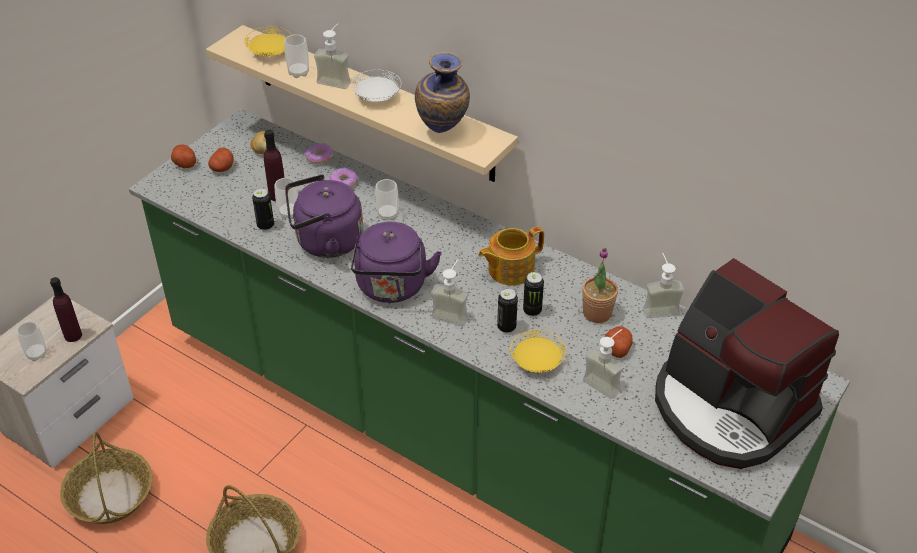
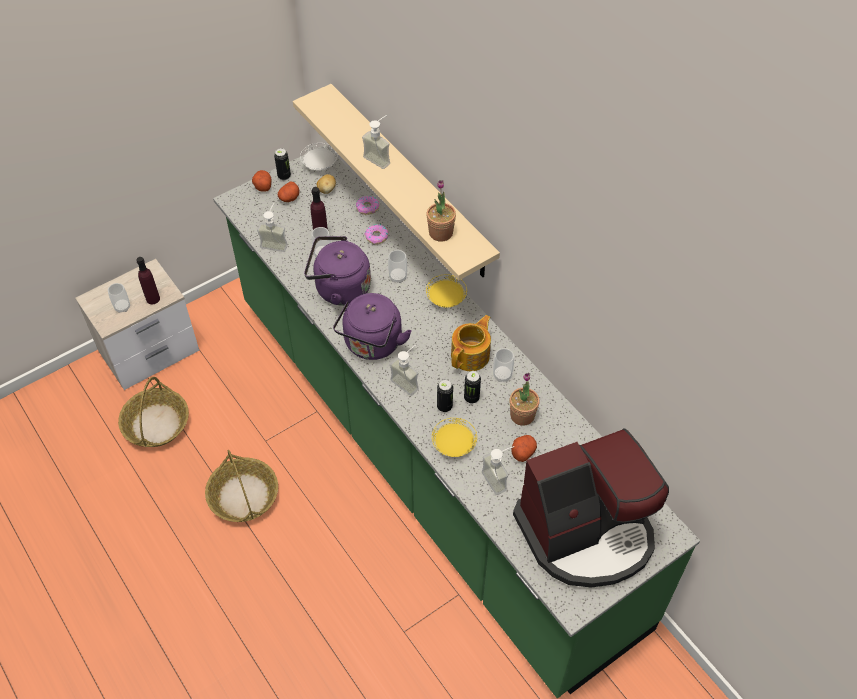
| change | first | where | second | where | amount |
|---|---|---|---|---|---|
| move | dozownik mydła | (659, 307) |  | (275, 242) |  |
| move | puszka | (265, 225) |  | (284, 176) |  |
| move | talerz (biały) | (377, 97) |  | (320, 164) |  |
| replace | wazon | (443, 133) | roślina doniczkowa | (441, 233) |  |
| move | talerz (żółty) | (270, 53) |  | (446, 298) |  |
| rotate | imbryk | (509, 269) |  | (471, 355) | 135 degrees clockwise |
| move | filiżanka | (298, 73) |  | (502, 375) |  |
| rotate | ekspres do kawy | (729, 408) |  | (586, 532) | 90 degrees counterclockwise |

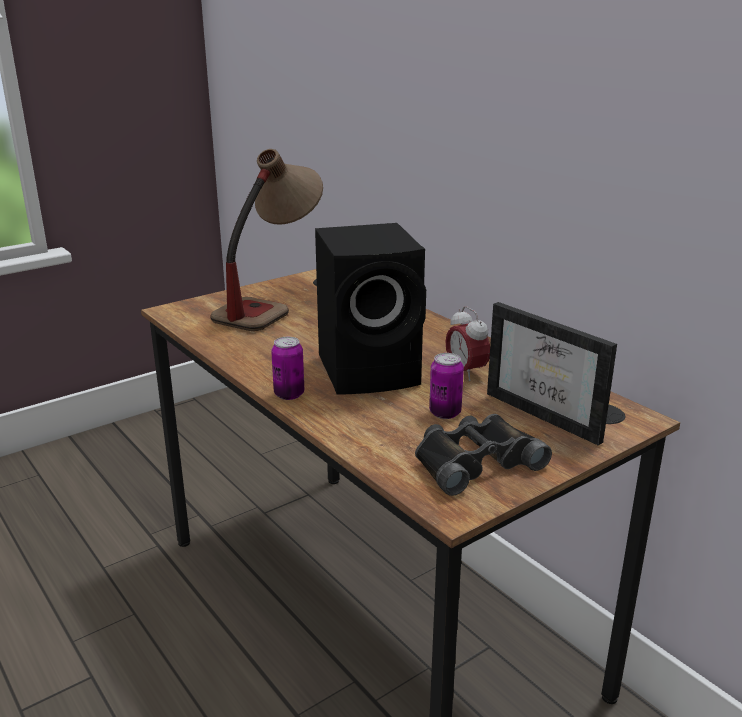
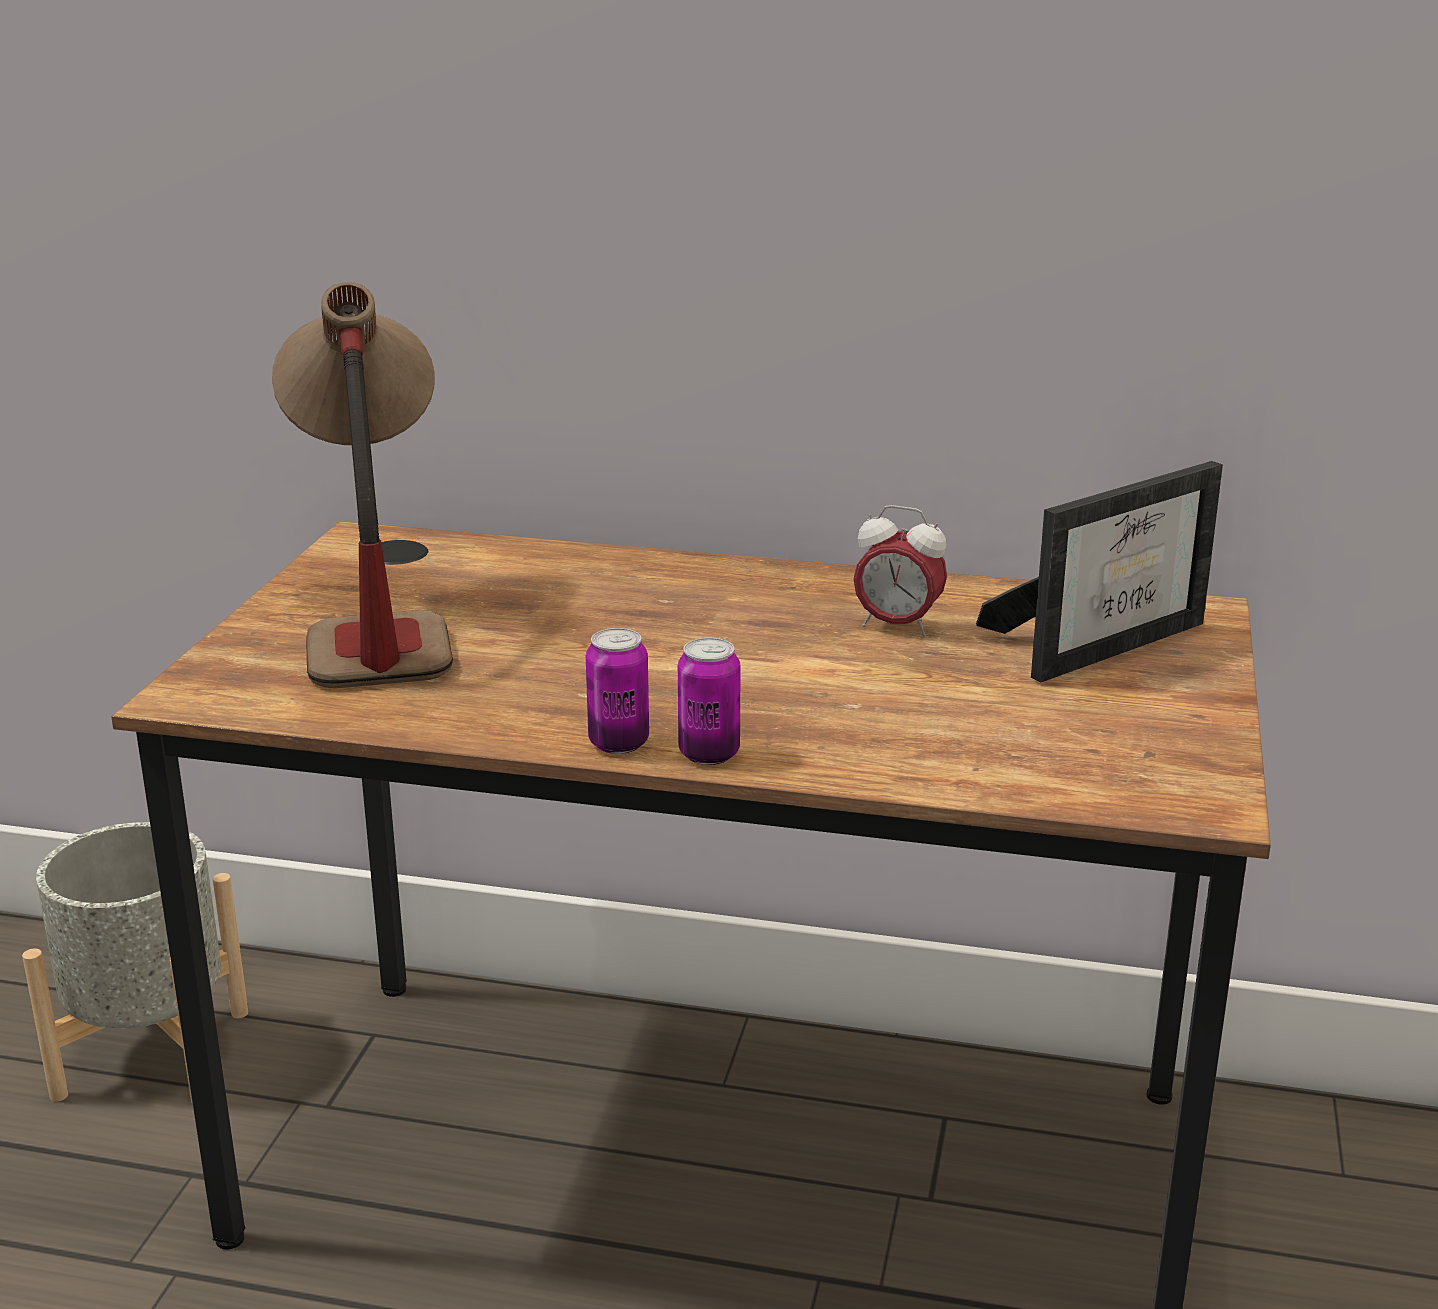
| change | first | where | second | where | amount |
|---|---|---|---|---|---|
| insert |  |  | donica (szary) | (151, 1053) |  |
| move | puszka | (445, 413) |  | (619, 743) |  |
| rotate | ramka na zdjęcie | (552, 414) |  | (1104, 641) | 45 degrees counterclockwise |
| delete | głośnik (czarny) | (372, 370) |  |  |  |
| delete | lornetka (czarny) | (474, 461) |  |  |  |

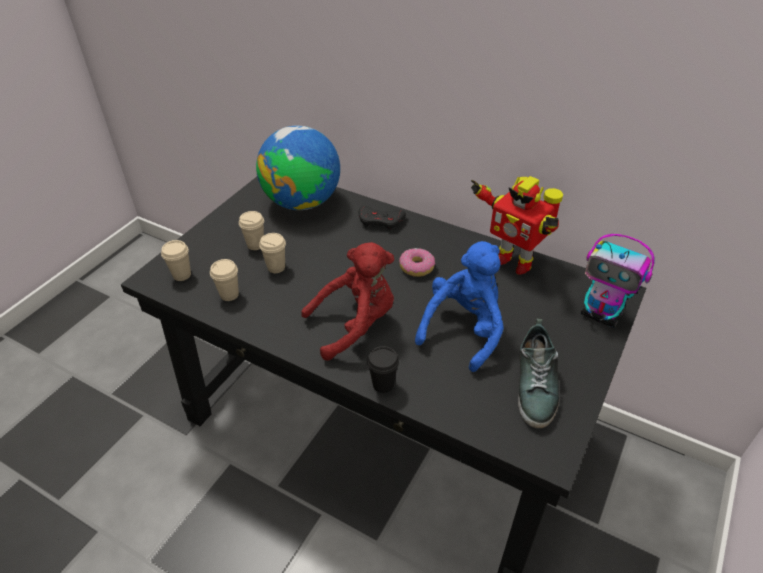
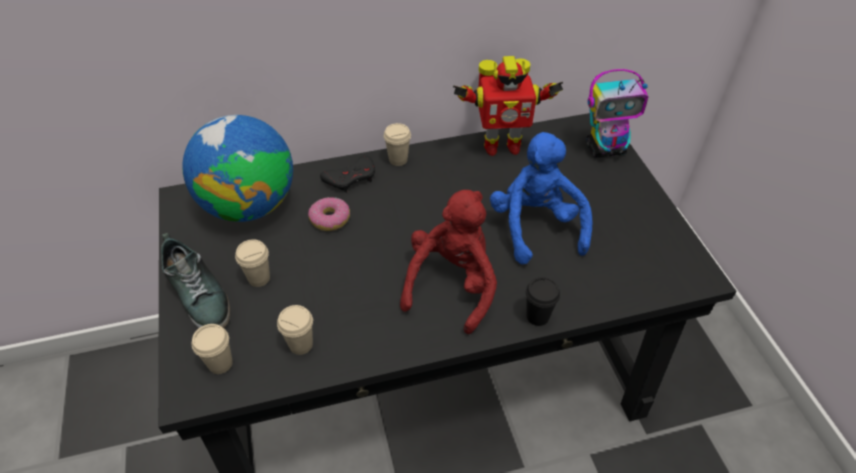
| change | first | where | second | where | amount |
|---|---|---|---|---|---|
| move | but | (536, 385) |  | (199, 294) |  |
| move | donut | (417, 267) |  | (330, 219) |  |
| move | filiżanka (beżowy) | (276, 267) |  | (398, 160) |  |

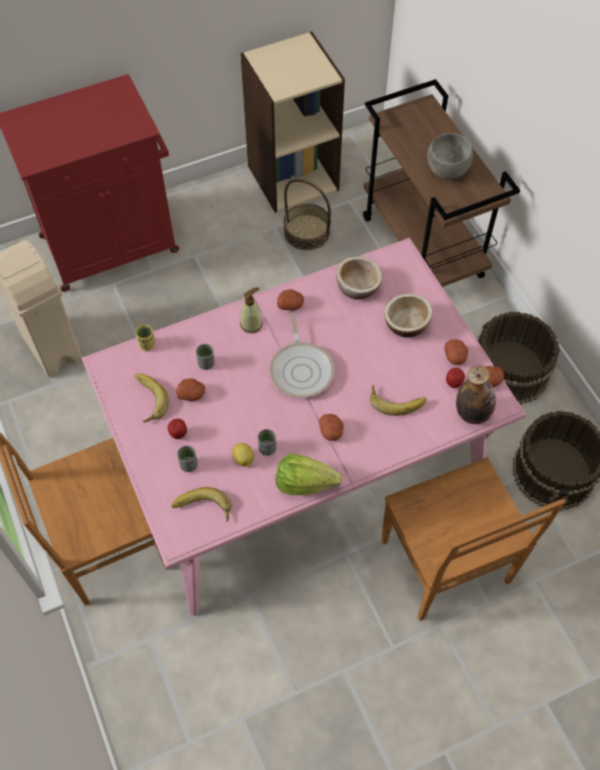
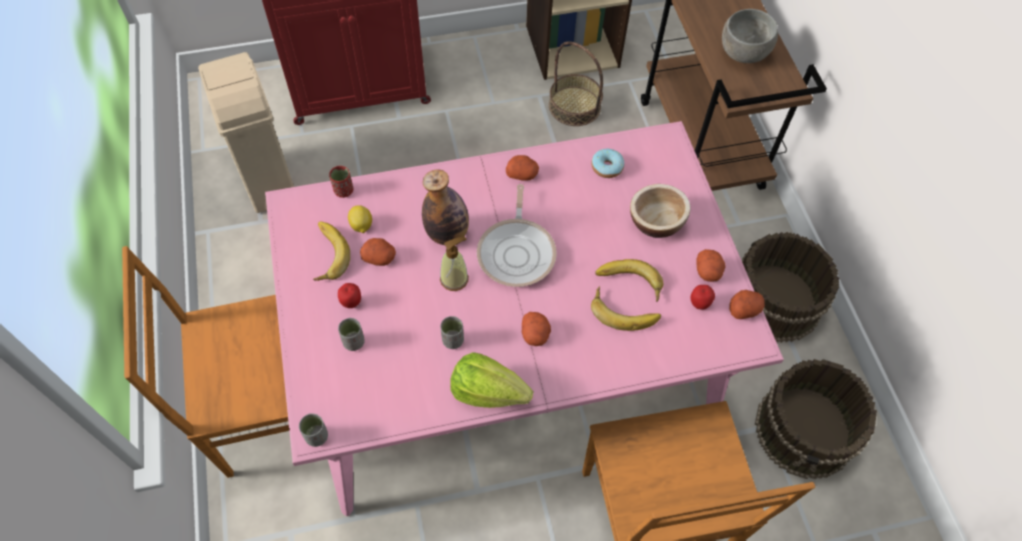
| change | first | where | second | where | amount |
|---|---|---|---|---|---|
| move | filiżanka (szary) | (206, 363) |  | (317, 436) |  |
| recolor | filiżanka (żółty) | (147, 345) | filiżanka (czerwony) | (343, 190) |  |
| move | cytryna | (244, 460) |  | (361, 226) |  |
| move | butelka | (472, 413) |  | (447, 233) |  |
| move | dozownik mydła | (251, 324) |  | (454, 279) |  |
| replace | miska | (357, 287) | donut | (607, 167) |  |
| move | banan | (202, 509) |  | (628, 284) |  |

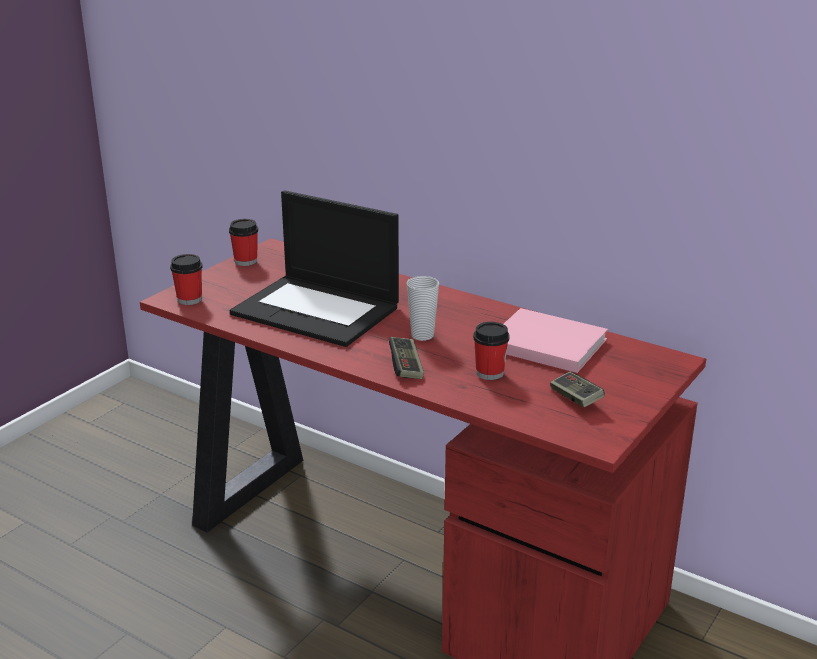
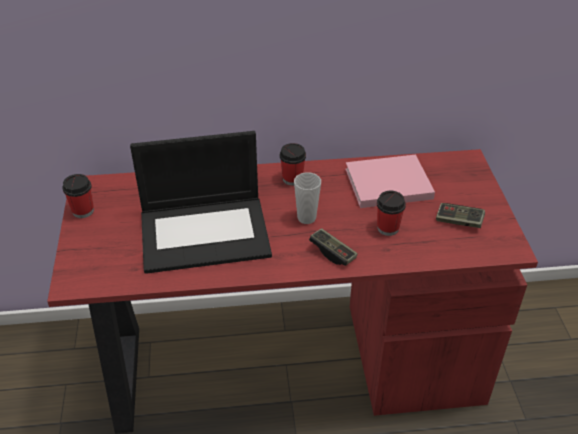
| change | first | where | second | where | amount |
|---|---|---|---|---|---|
| move | filiżanka | (189, 299) |  | (292, 179) |  |

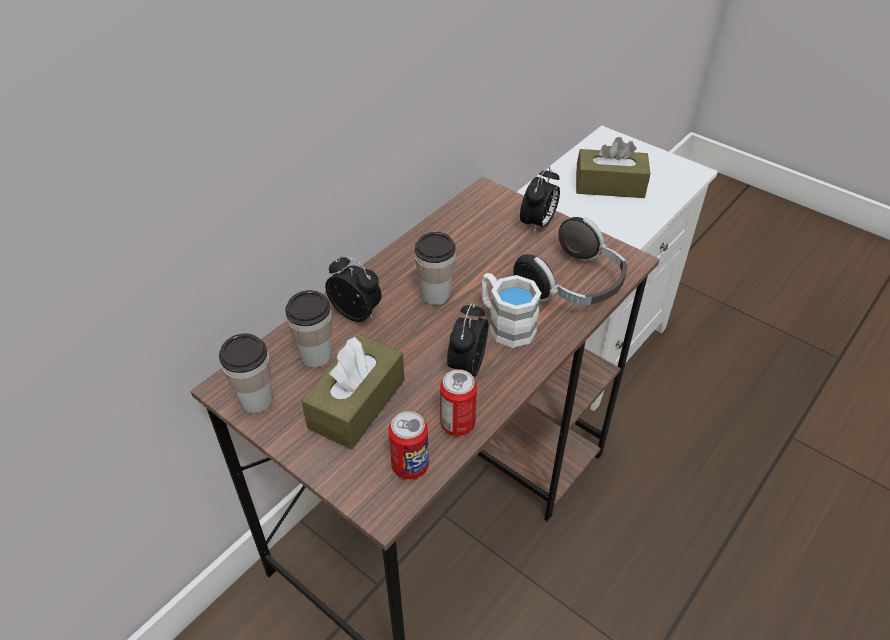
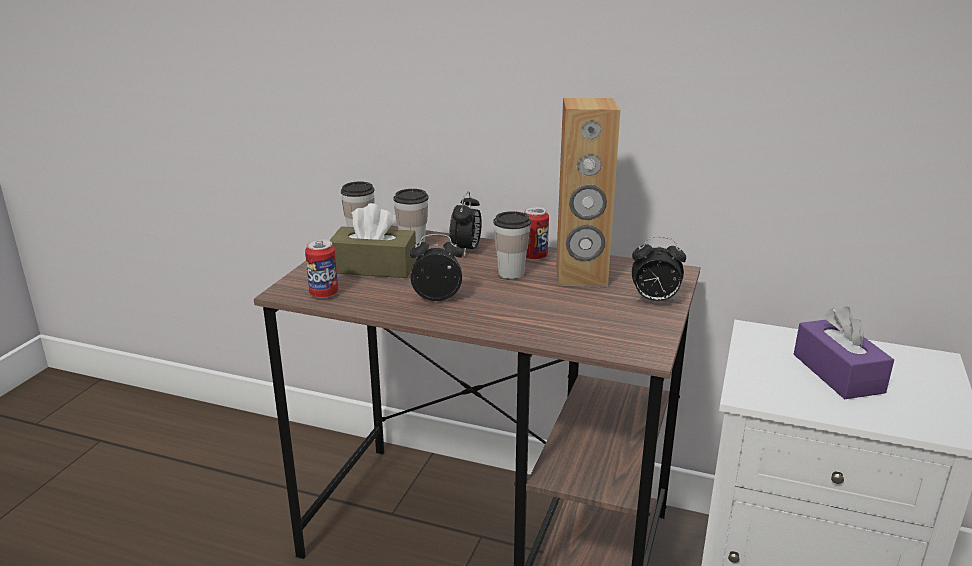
| change | first | where | second | where | amount |
|---|---|---|---|---|---|
| move | puszka | (457, 424) |  | (534, 256) |  |
| insert |  |  | głośnik (brązowy) | (581, 277) |  |
| recolor | pudełko chusteczek (brązowy) | (609, 185) | pudełko chusteczek (fioletowy) | (837, 373) |  |
| delete | kubek (biały) | (505, 324) |  |  |  |
| delete | słuchawki | (573, 286) |  |  |  |

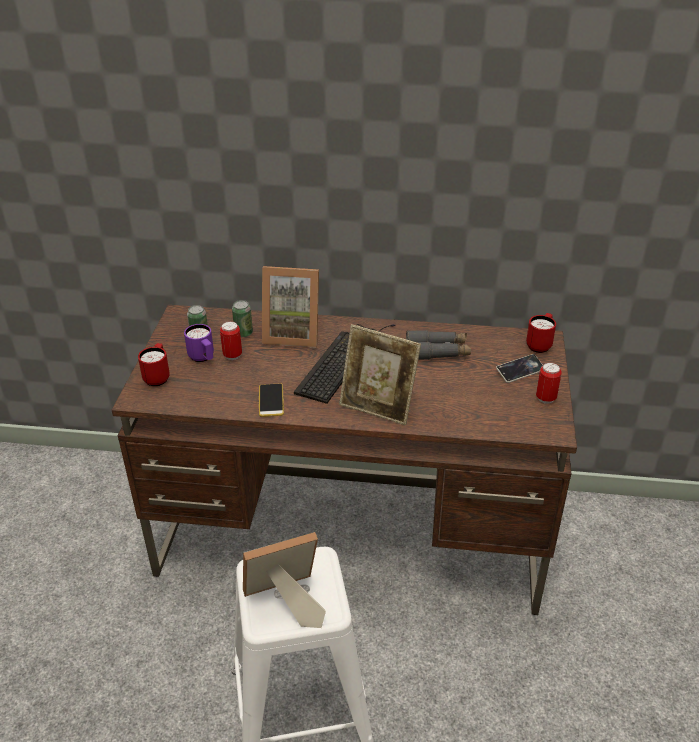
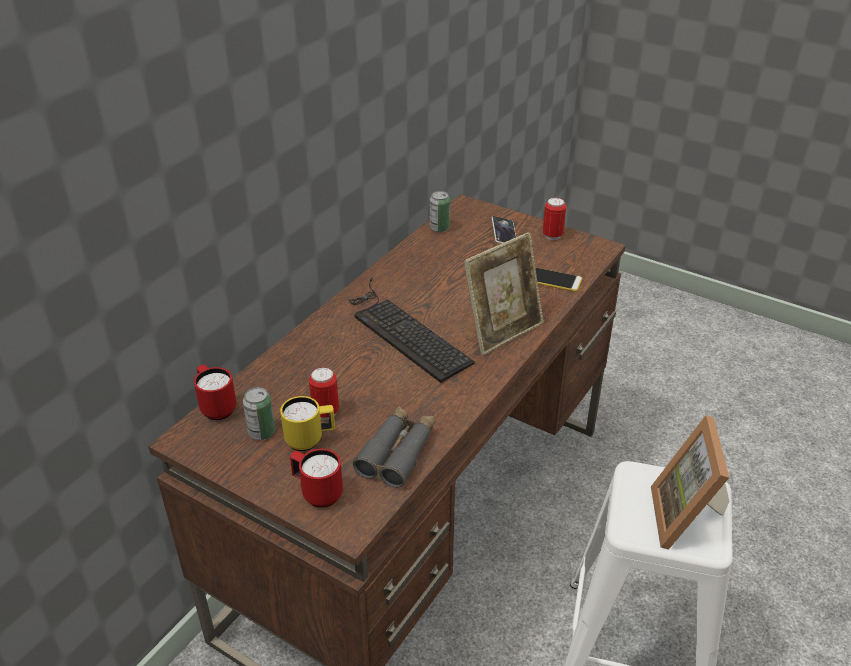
| change | first | where | second | where | amount |
|---|---|---|---|---|---|
| move | kubek (czerwony) | (540, 344) |  | (216, 407) |  |
| recolor | kubek (fioletowy) | (203, 358) | kubek (żółty) | (310, 440) |  |
| move | lornetka (szary) | (437, 351) |  | (397, 452) |  |
| move | puszka | (243, 333) |  | (439, 228) |  |
| move | telefon | (271, 400) |  | (554, 280) |  |
| delete | ramka na zdjęcie | (293, 333) |  |  |  |

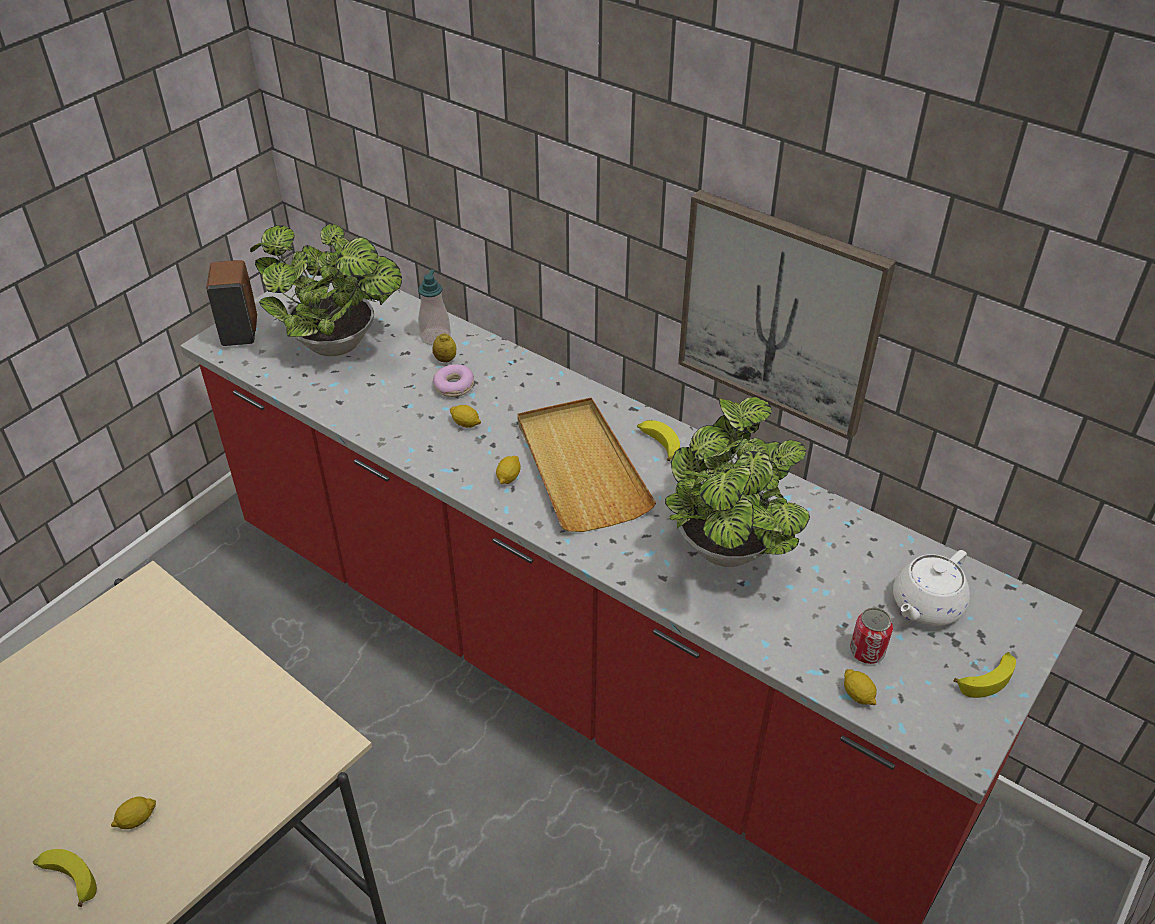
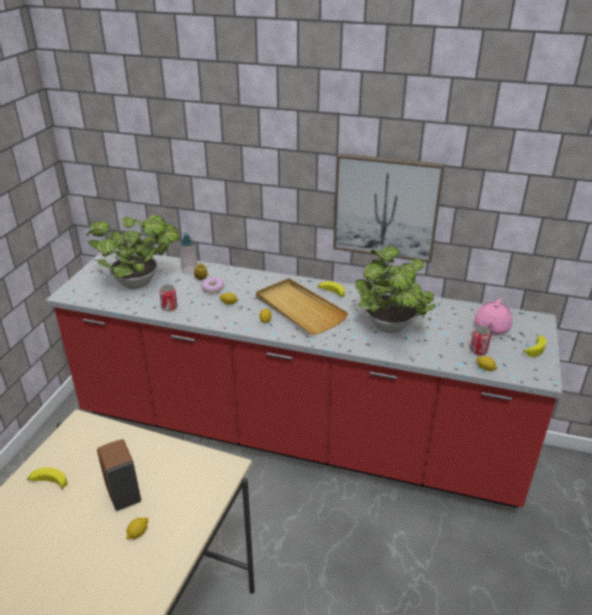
| change | first | where | second | where | amount |
|---|---|---|---|---|---|
| move | banan | (67, 879) |  | (48, 483) |  |
| move | dozownik mydła (brązowy) | (240, 332) |  | (123, 493) |  |
| insert |  |  | puszka | (169, 307) |  |
| recolor | imbryk (biały) | (925, 605) | imbryk (różowy) | (491, 328) |  |

